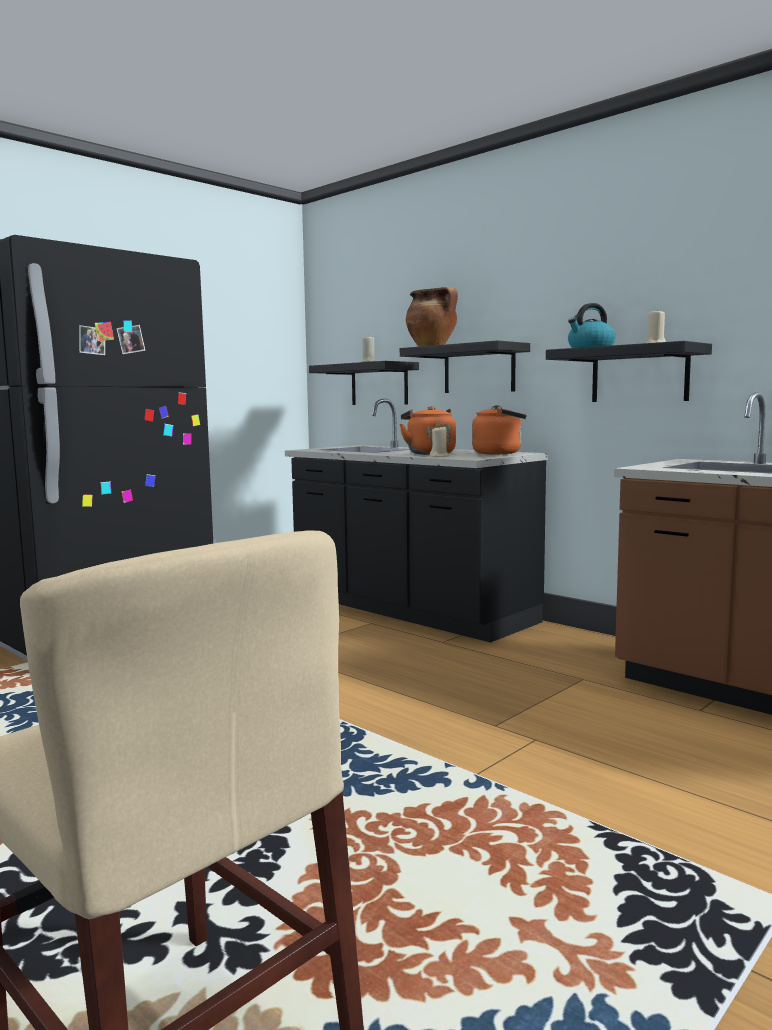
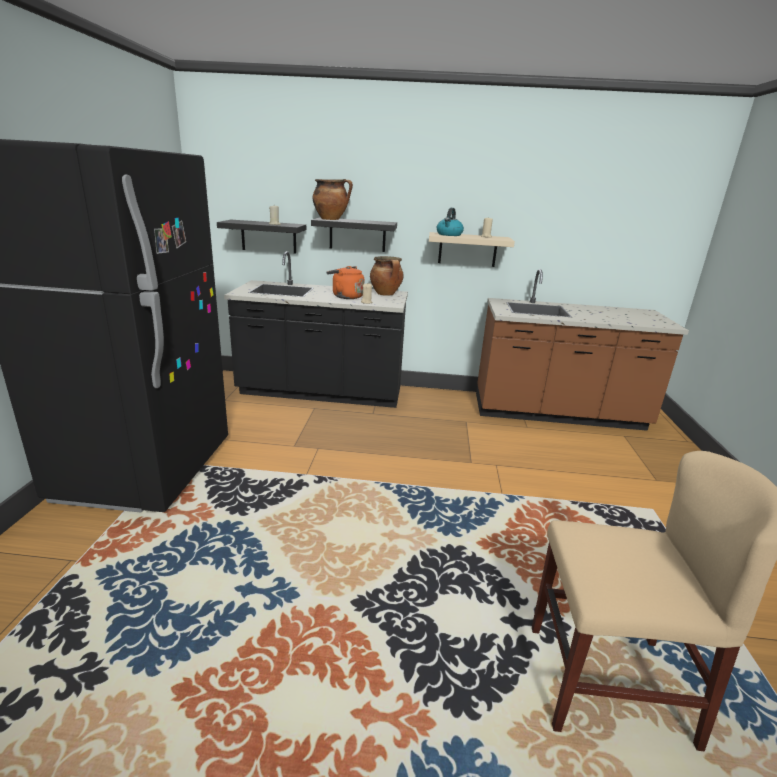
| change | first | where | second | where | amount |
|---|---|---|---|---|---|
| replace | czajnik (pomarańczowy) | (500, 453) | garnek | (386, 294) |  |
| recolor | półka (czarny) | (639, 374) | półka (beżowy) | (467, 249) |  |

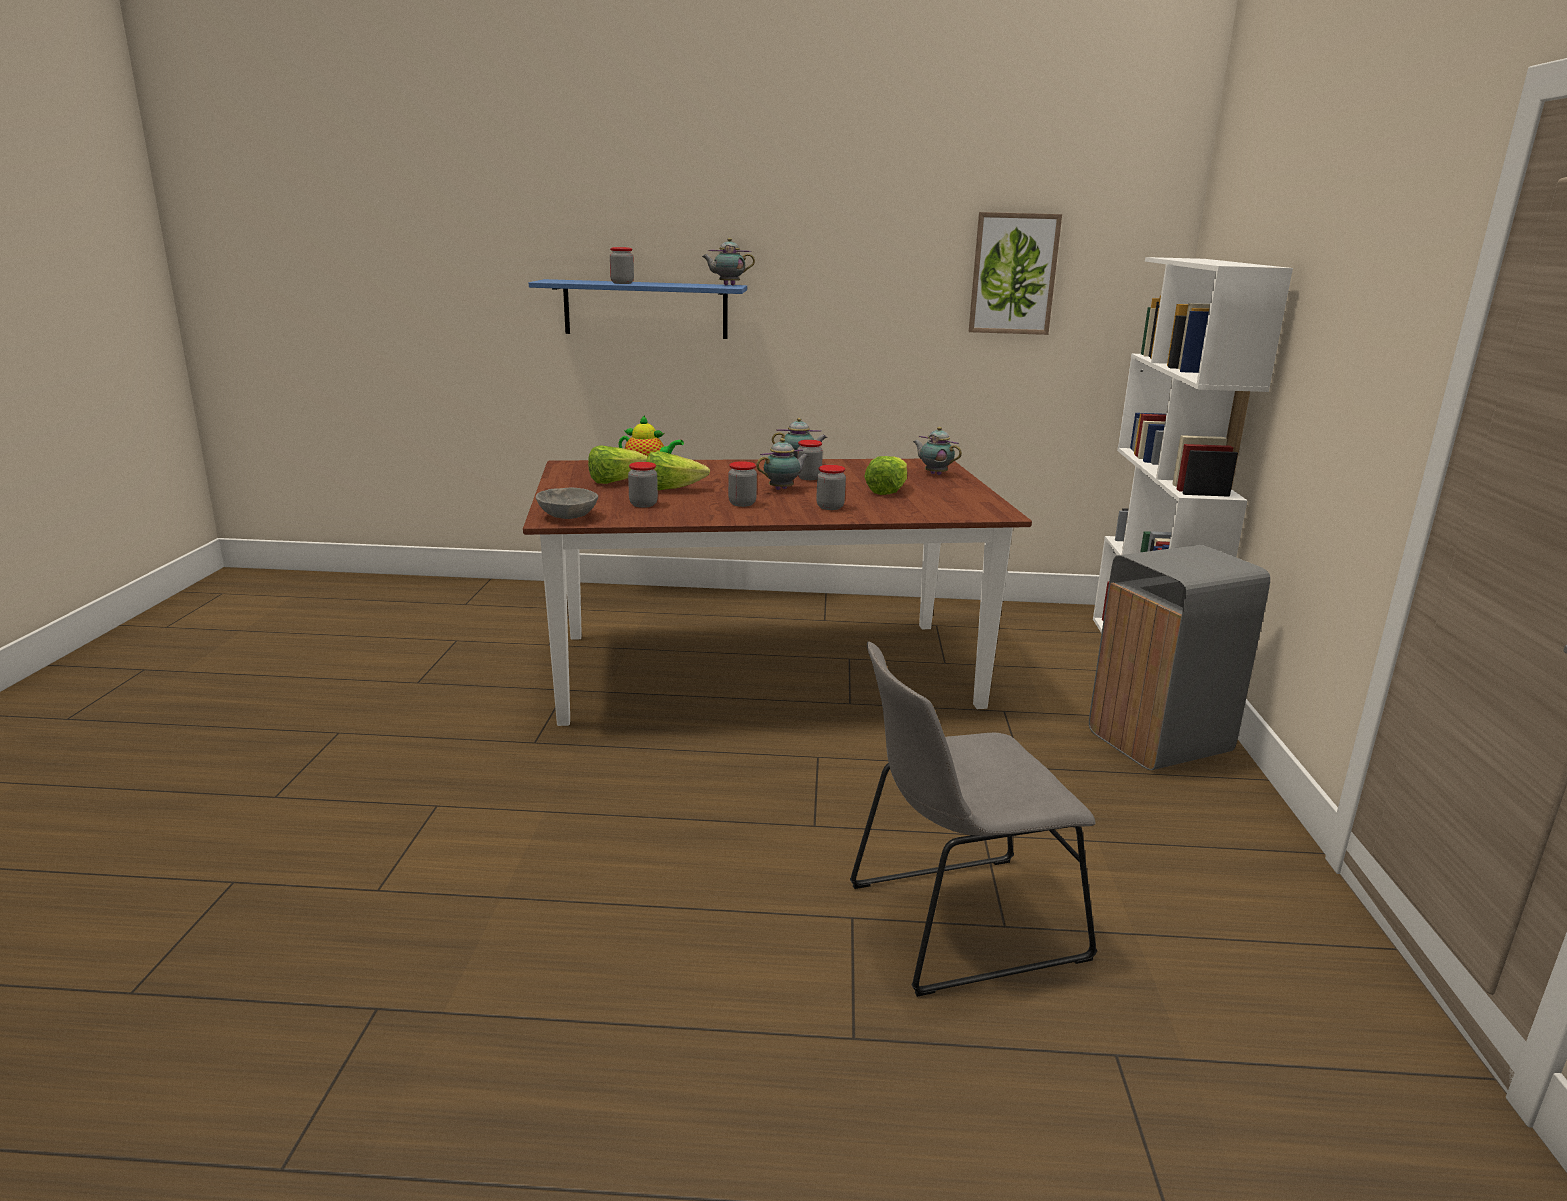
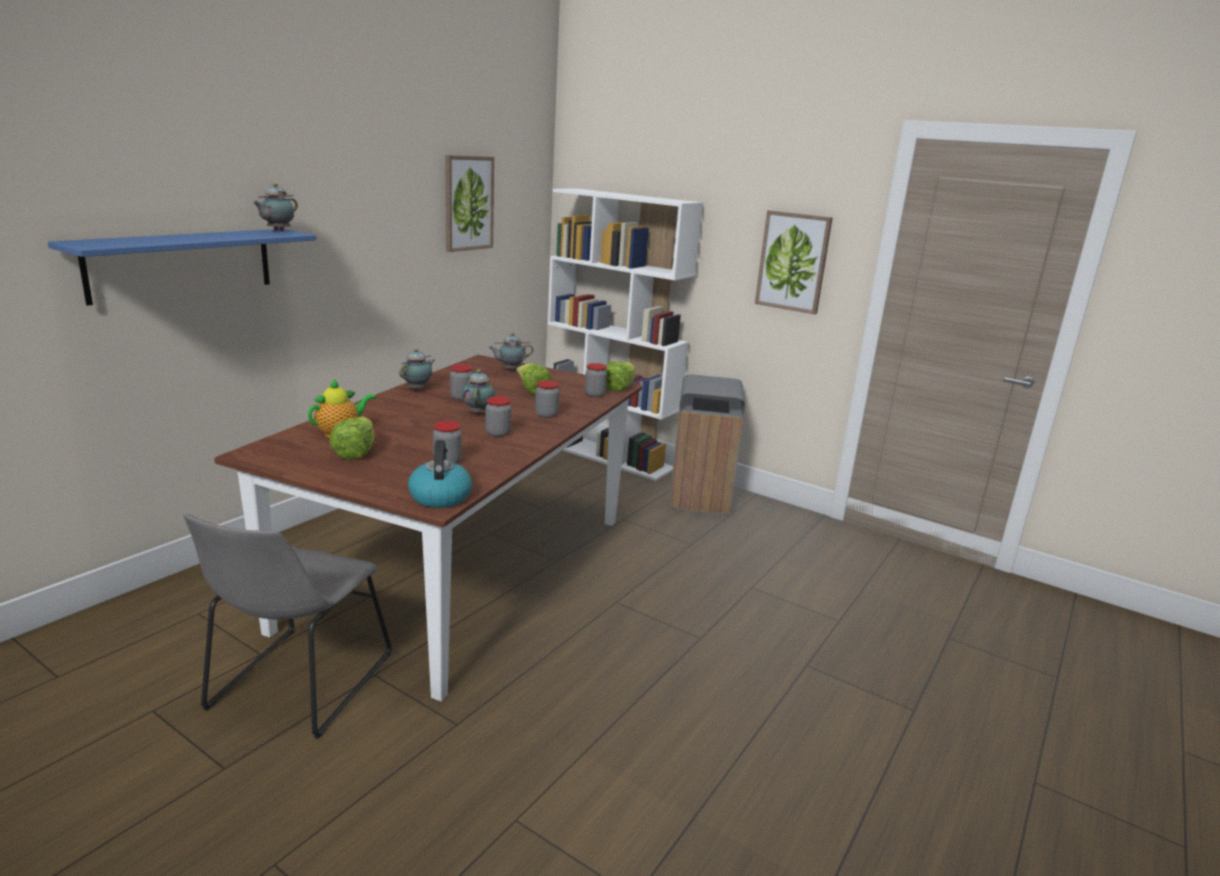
| change | first | where | second | where | amount |
|---|---|---|---|---|---|
| move | krzesło (szary) | (955, 923) |  | (297, 685) |  |
| replace | miska (szary) | (567, 517) | czajnik | (440, 496) |  |
| move | słoik | (622, 283) |  | (594, 394) |  |
| move | sałata | (672, 489) |  | (619, 388) |  |
| insert |  |  | obraz | (793, 262) |  |

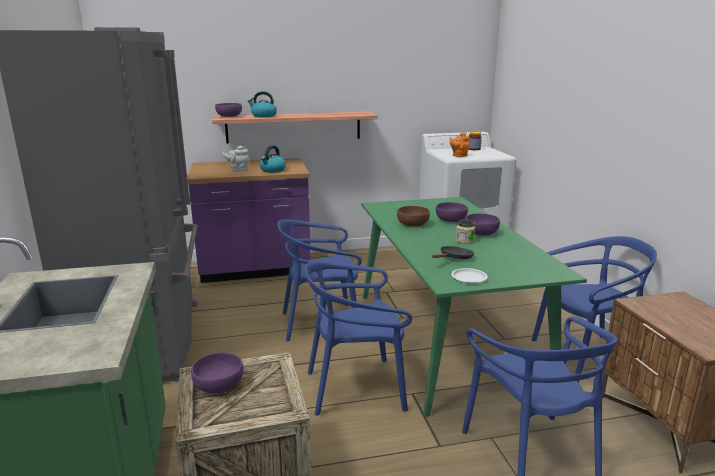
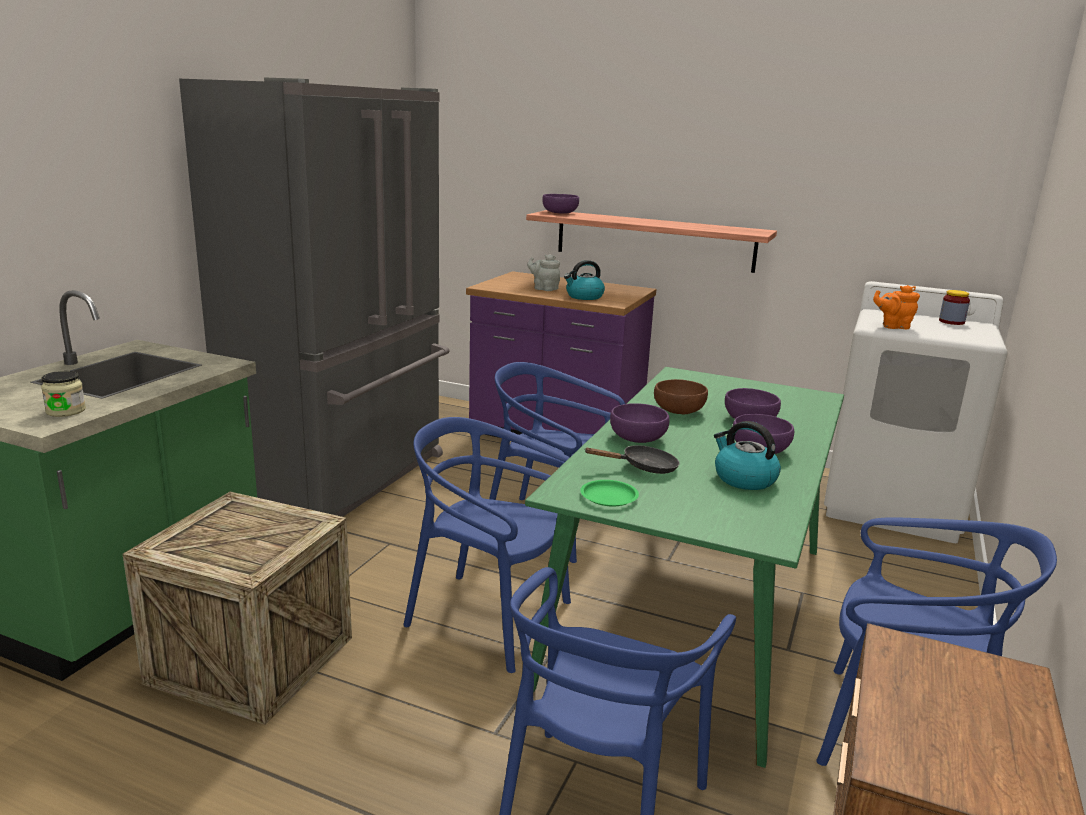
| change | first | where | second | where | amount |
|---|---|---|---|---|---|
| move | słoik | (464, 241) |  | (66, 411) |  |
| recolor | talerz (biały) | (469, 278) | talerz (zielony) | (609, 497) |  |
| move | miska (fioletowy) | (218, 385) |  | (637, 438) |  |
| move | czajnik | (263, 116) |  | (744, 479) |  |

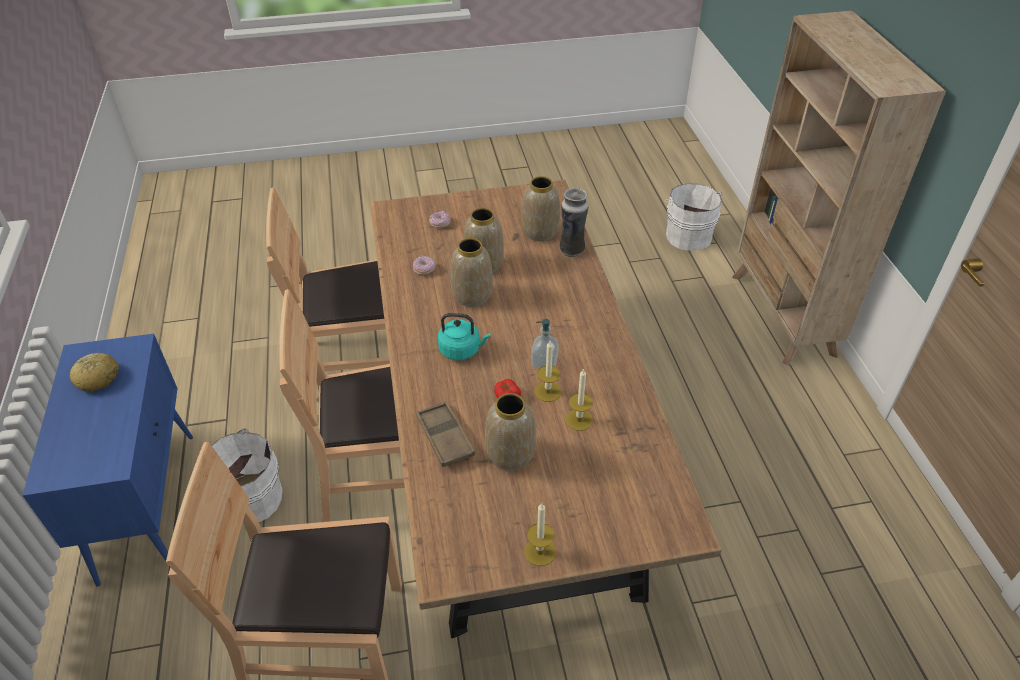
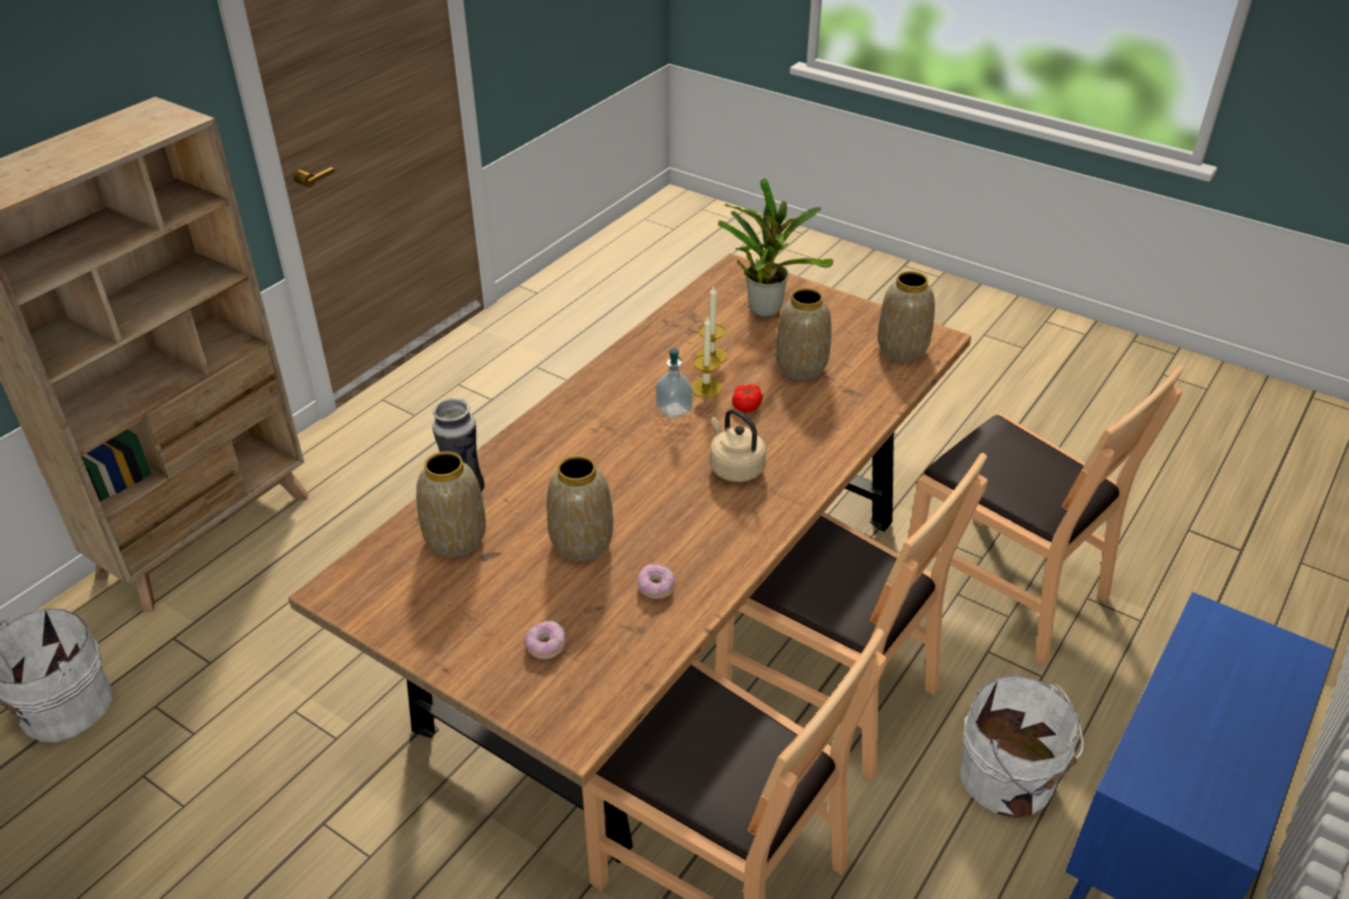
| change | first | where | second | where | amount |
|---|---|---|---|---|---|
| recolor | czajnik (turkusowy) | (462, 350) | czajnik (beżowy) | (734, 468) |  |
| insert |  |  | roślina doniczkowa | (765, 307) |  |
| move | wazon | (471, 296) |  | (902, 350) |  |
| delete | chleb | (97, 378) |  |  |  |
| delete | taca (brązowy) | (445, 437) |  |  |  |
| delete | świeca | (540, 552) |  |  |  |

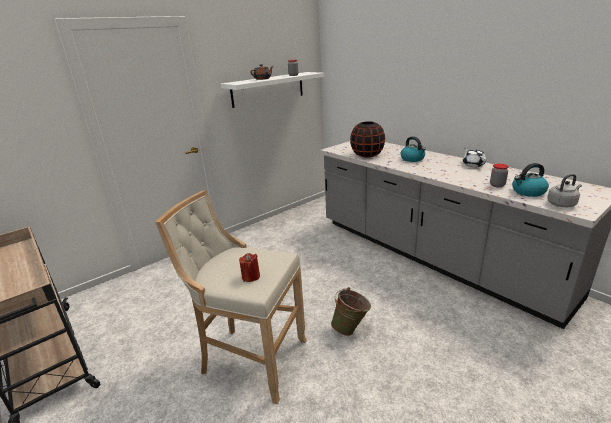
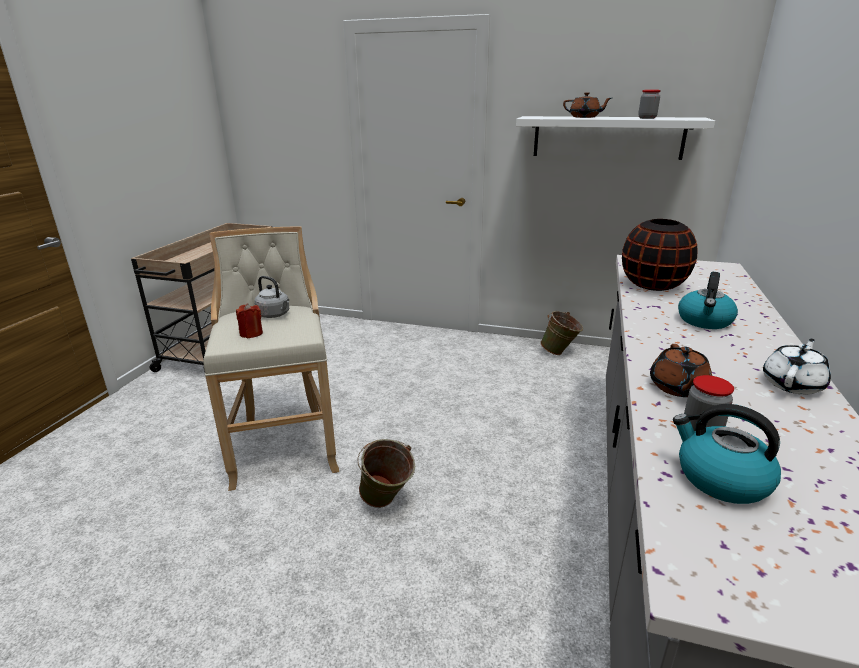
| change | first | where | second | where | amount |
|---|---|---|---|---|---|
| move | czajnik (szary) | (562, 204) |  | (275, 315) |  |
| insert |  |  | wiadro (zielony) | (560, 353) |  |
| insert |  |  | imbryk (brązowy) | (678, 388) |  |

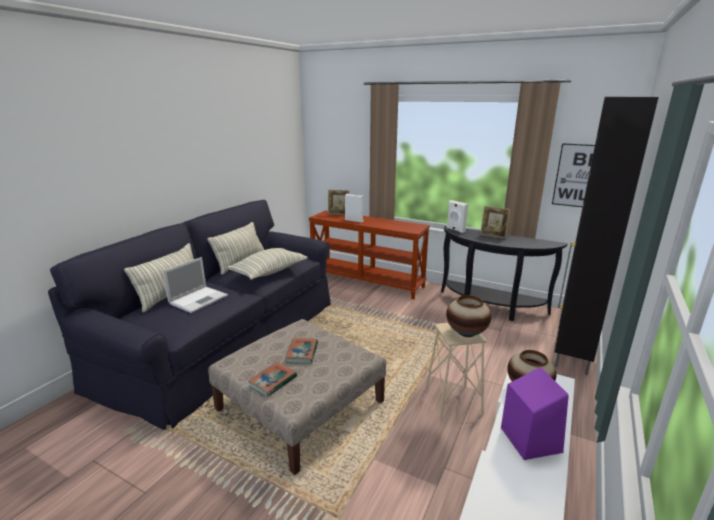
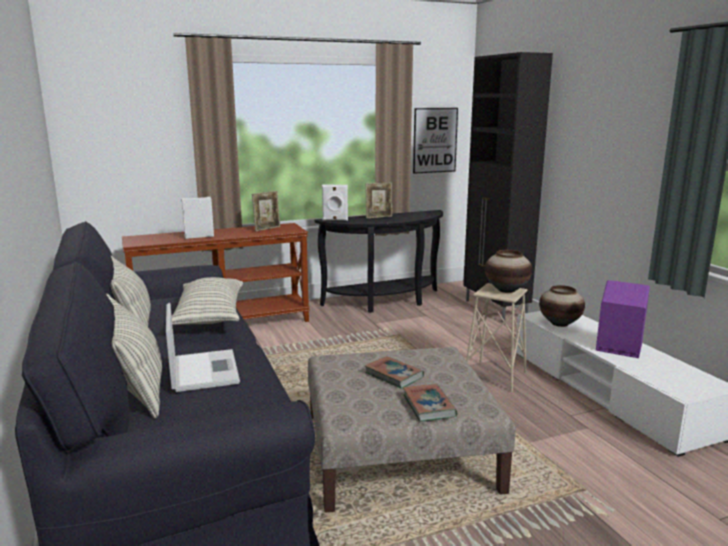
| change | first | where | second | where | amount |
|---|---|---|---|---|---|
| move | ramka na zdjęcie | (338, 214) |  | (267, 229) |  |

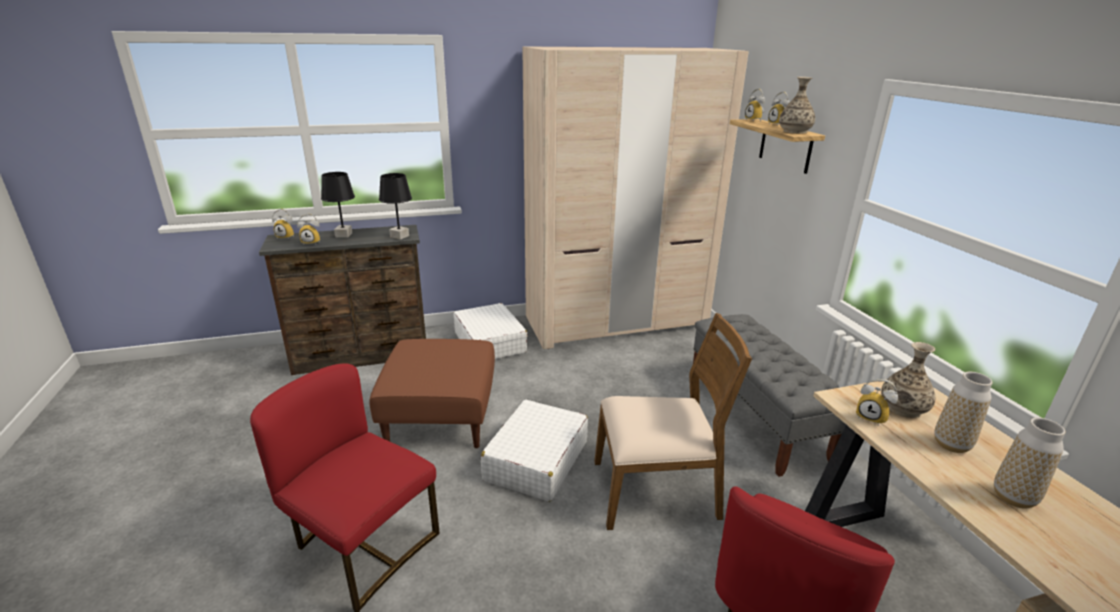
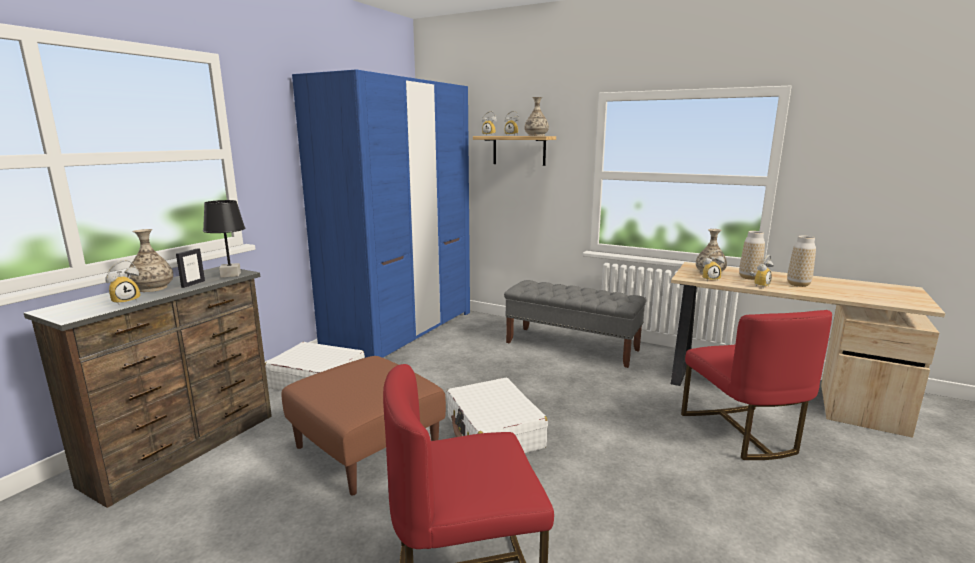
| change | first | where | second | where | amount |
|---|---|---|---|---|---|
| replace | lampa stołowa (czarny) | (343, 235) | wazon | (152, 288) |  |
| insert |  |  | ramka na zdjęcie | (193, 284) |  |
| recolor | szafa (beżowy) | (616, 322) | szafa (niebieski) | (402, 331) |  |
| move | budzik | (287, 237) |  | (759, 285) |  |
| delete | krzesło (brązowy) | (656, 491) |  |  |  |

